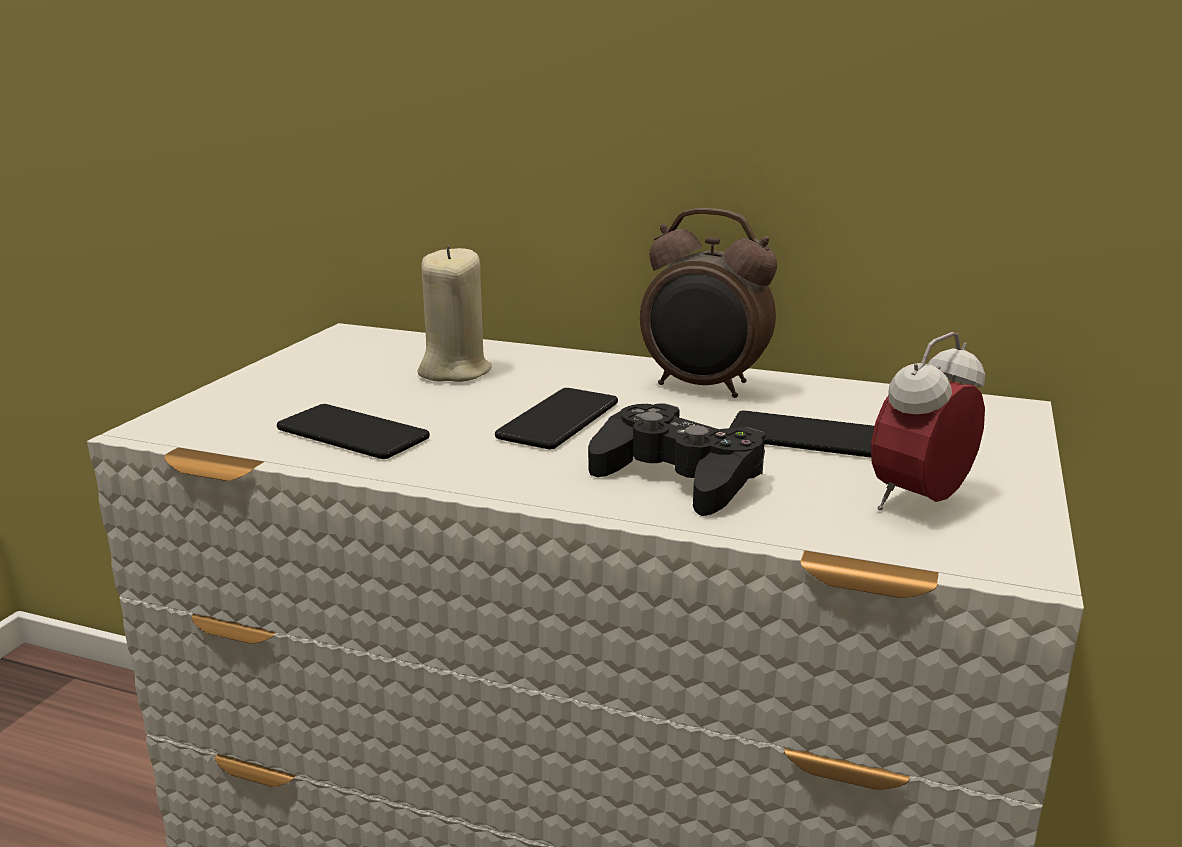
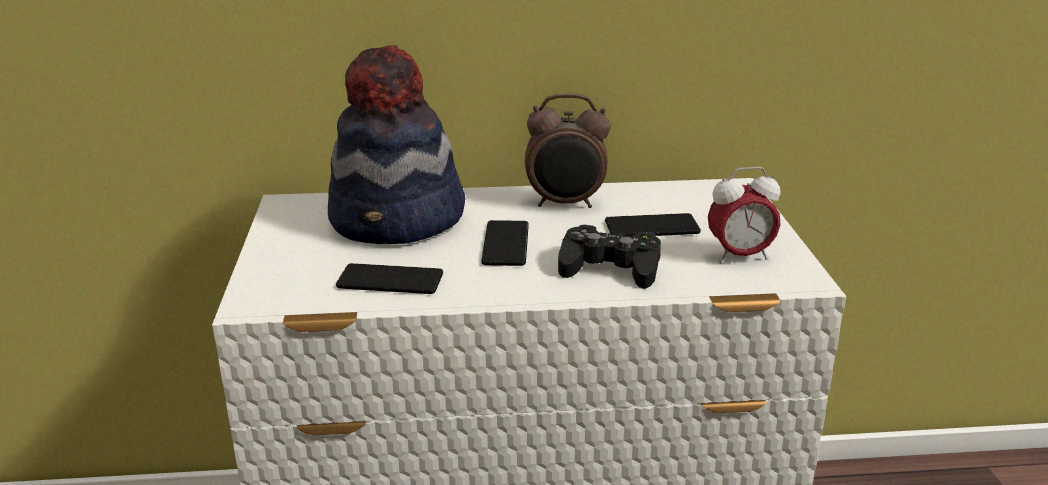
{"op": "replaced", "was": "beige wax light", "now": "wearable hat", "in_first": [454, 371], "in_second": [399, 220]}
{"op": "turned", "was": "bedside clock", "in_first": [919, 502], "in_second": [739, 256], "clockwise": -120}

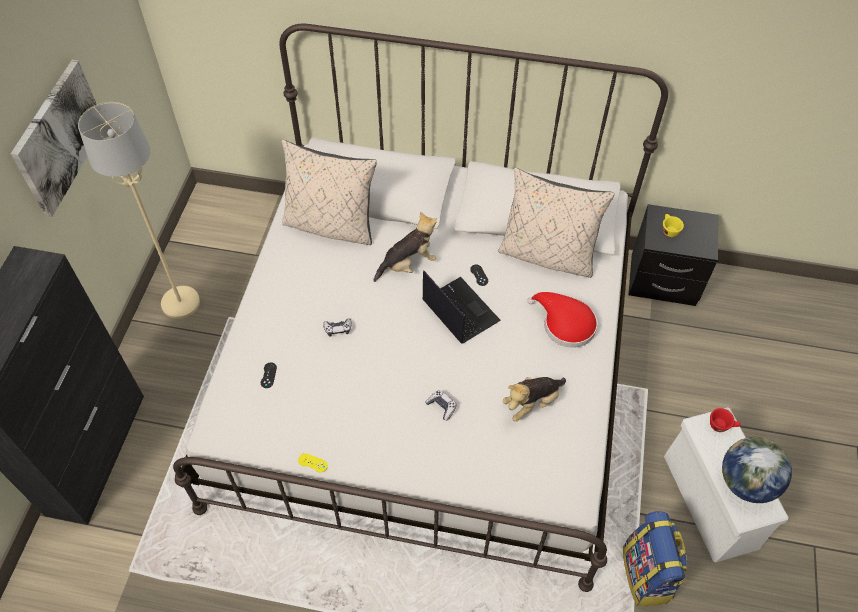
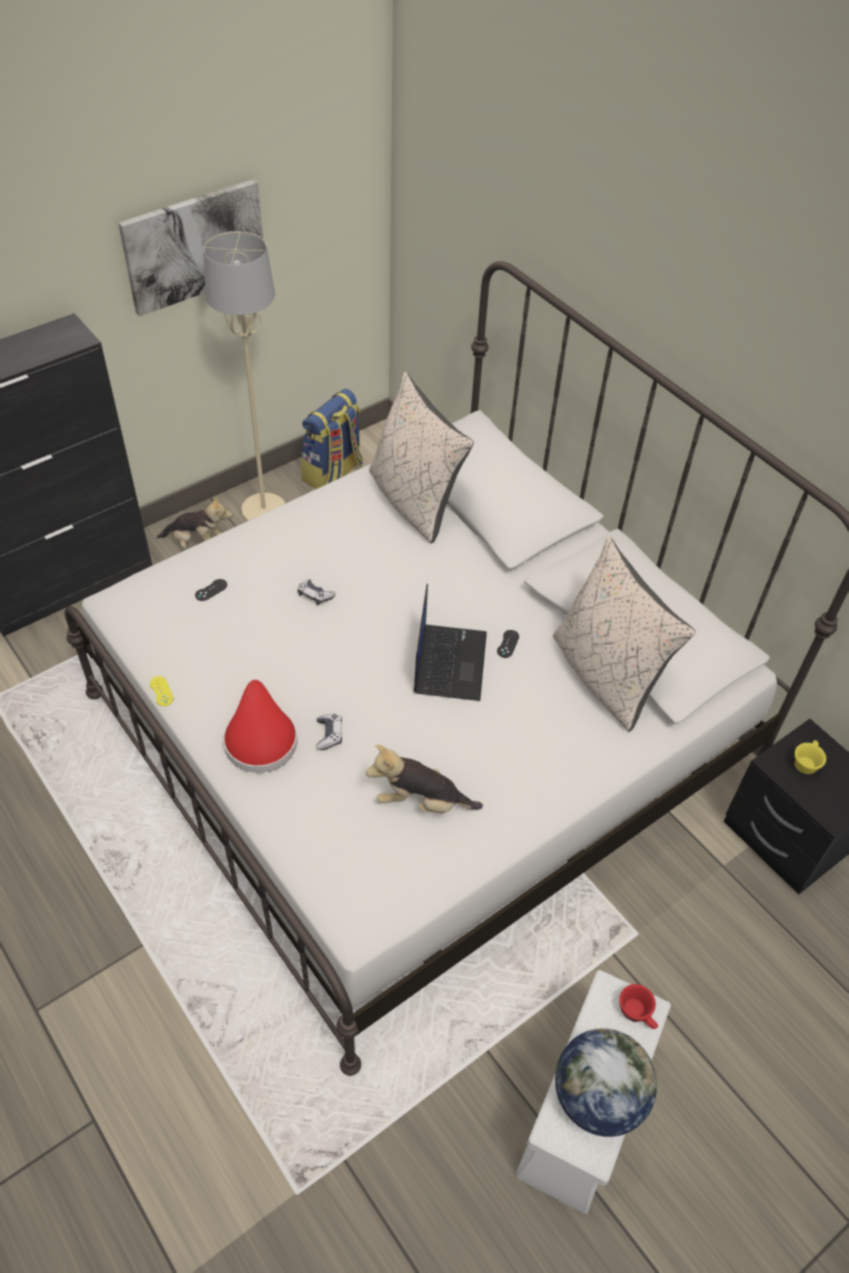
{"op": "moved", "was": "plush toy", "in_first": [408, 264], "in_second": [198, 543]}
{"op": "moved", "was": "reddish wearable hat", "in_first": [565, 324], "in_second": [260, 737]}
{"op": "moved", "was": "rucksack", "in_first": [647, 574], "in_second": [333, 473]}

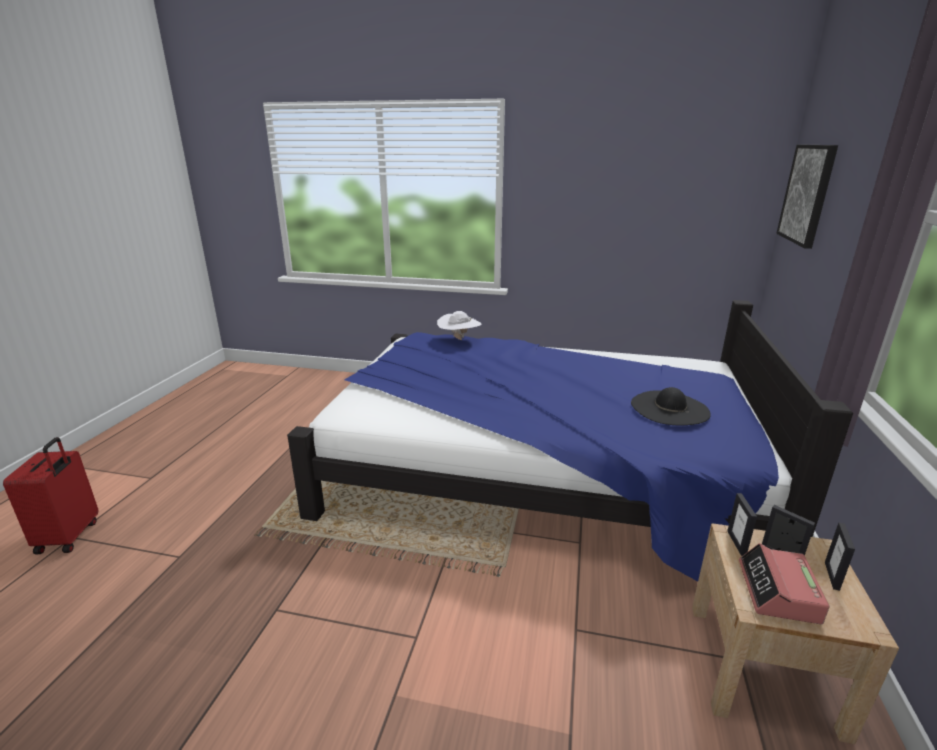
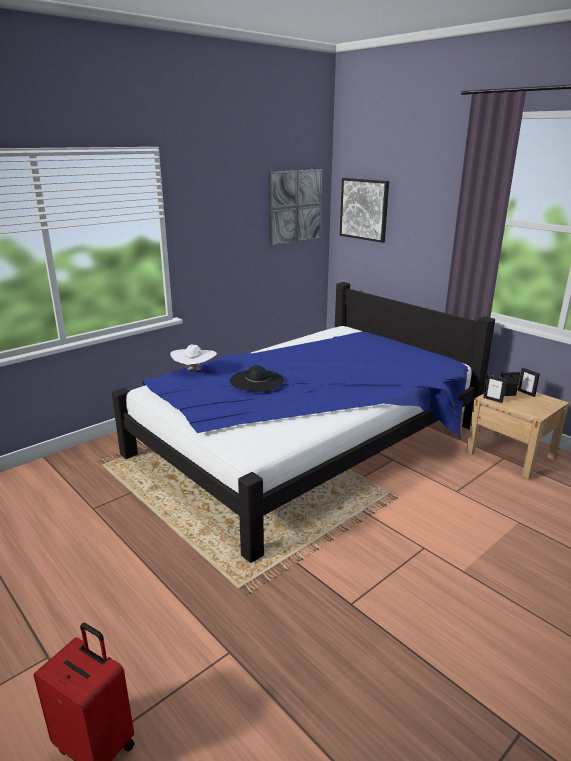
{"op": "moved", "was": "black wearable hat", "in_first": [669, 408], "in_second": [257, 380]}
{"op": "added", "now": "picture", "in_second": [295, 206]}
{"op": "removed", "was": "bedside clock", "in_first": [778, 592]}

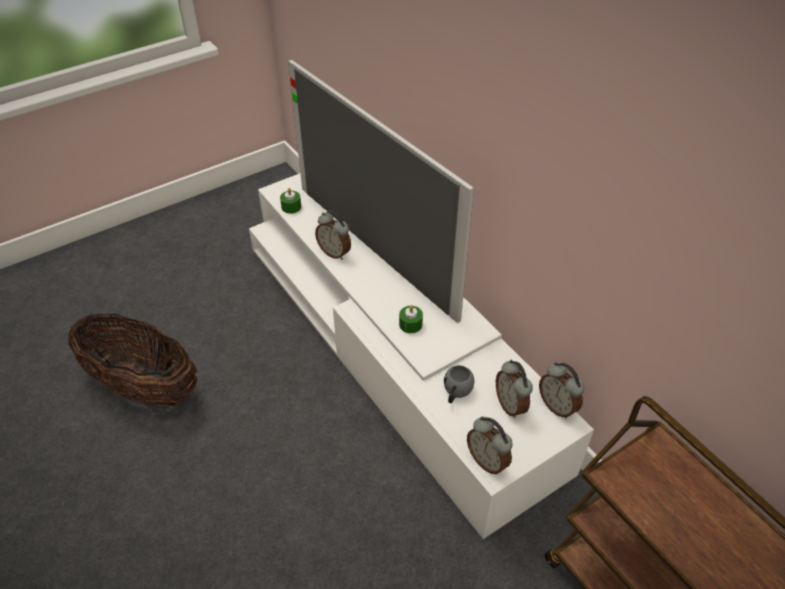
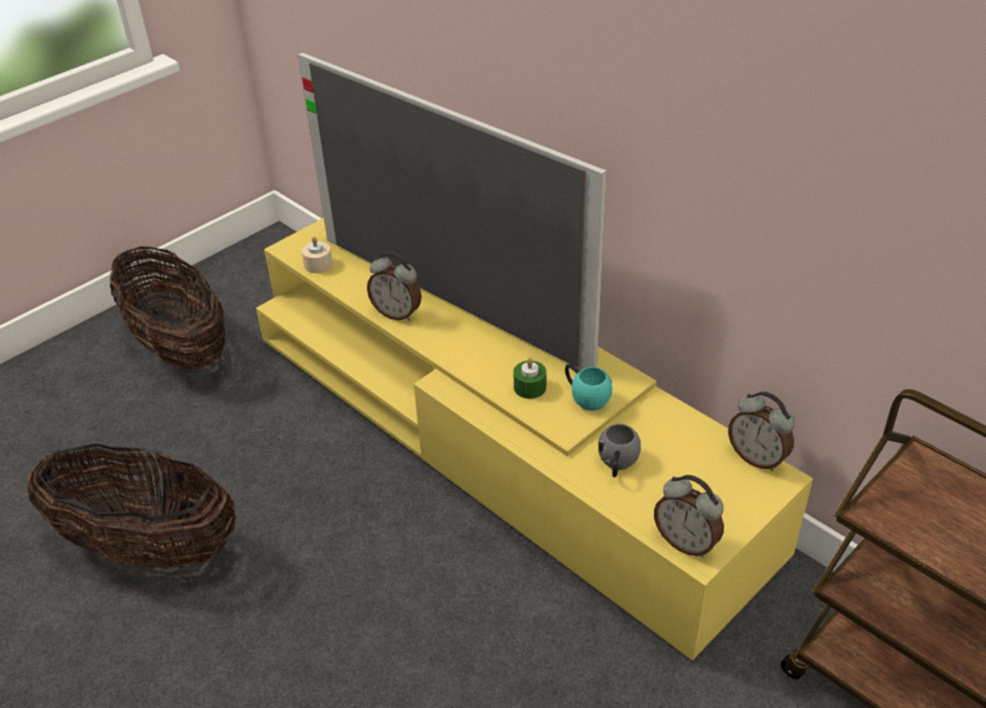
{"op": "added", "now": "household basket", "in_second": [180, 347]}
{"op": "recoloured", "was": "white-coloured tv stand", "now": "yellowish tv stand", "in_first": [392, 349], "in_second": [496, 438]}
{"op": "recoloured", "was": "green wax light", "now": "beige wax light", "in_first": [291, 207], "in_second": [318, 264]}
{"op": "added", "now": "turquoise mug", "in_second": [585, 397]}
{"op": "removed", "was": "bedside clock", "in_first": [511, 405]}

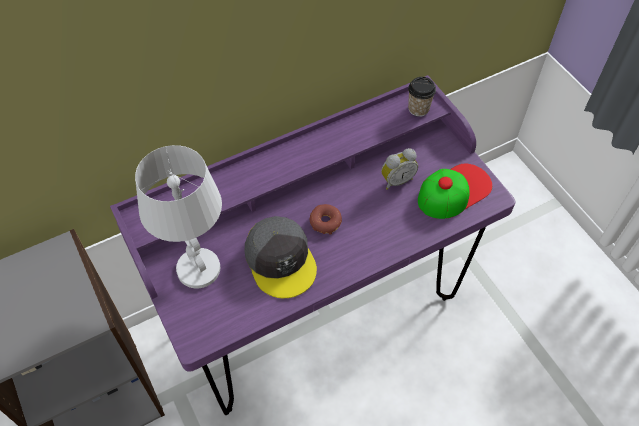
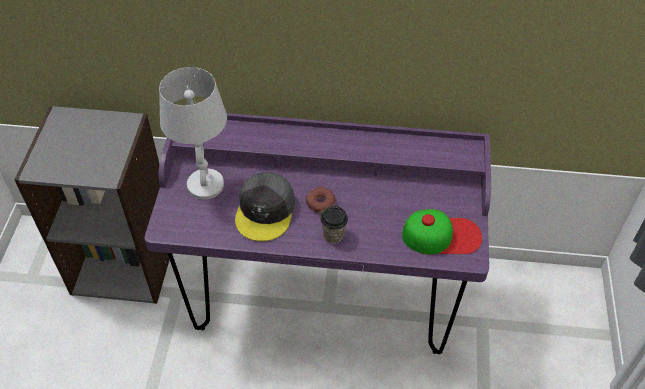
{"op": "moved", "was": "drinking cup", "in_first": [418, 109], "in_second": [333, 235]}
{"op": "removed", "was": "bedside clock", "in_first": [396, 180]}

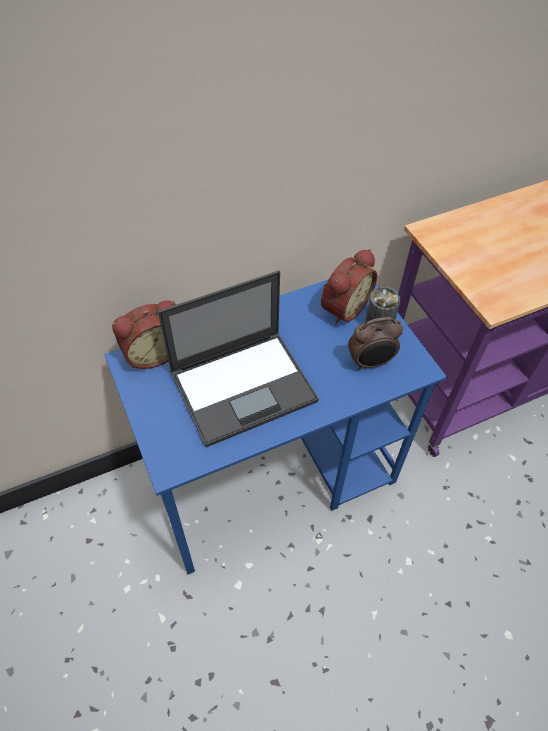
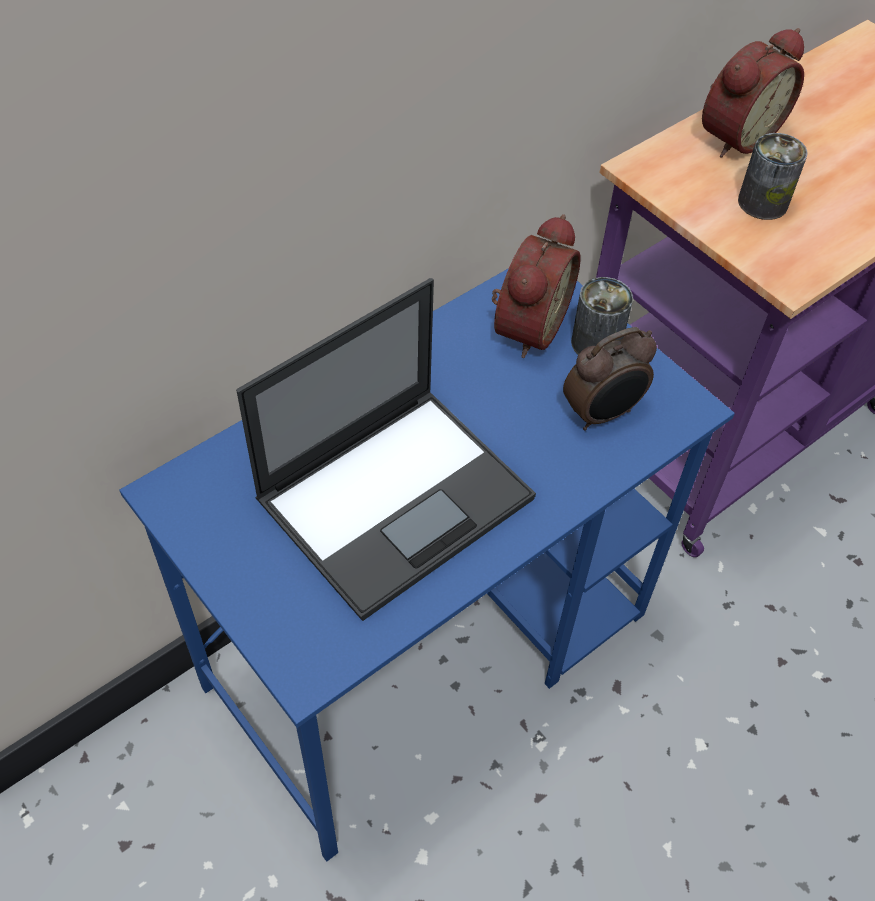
{"op": "moved", "was": "bedside clock", "in_first": [153, 352], "in_second": [735, 135]}
{"op": "added", "now": "sealed can", "in_second": [762, 202]}

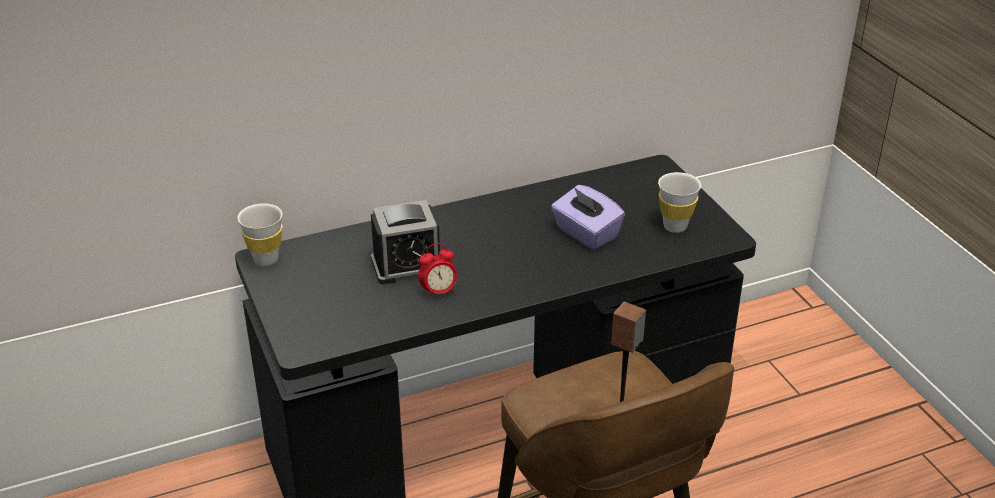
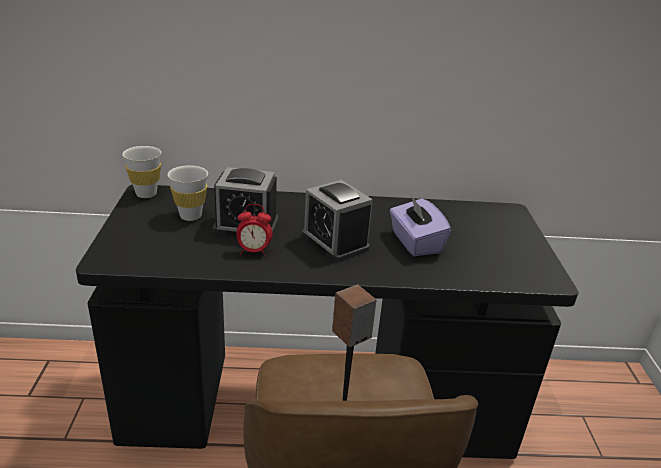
{"op": "moved", "was": "white-coloured drinking cup", "in_first": [675, 226], "in_second": [190, 216]}
{"op": "added", "now": "bedside clock", "in_second": [335, 242]}

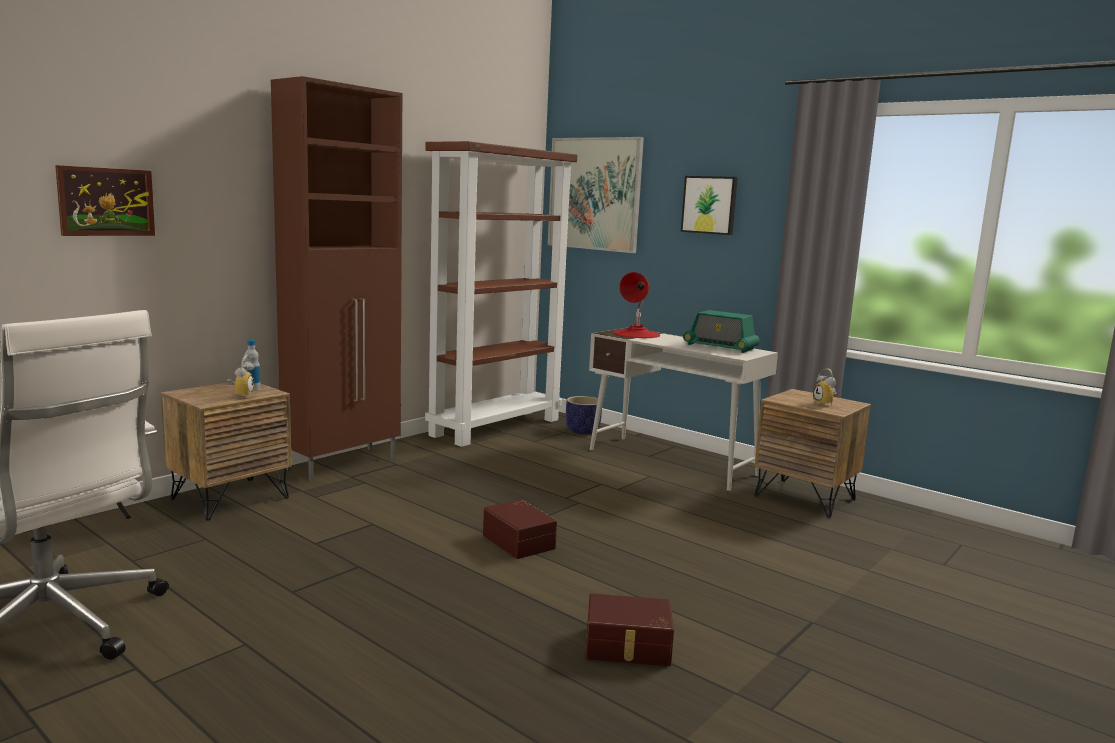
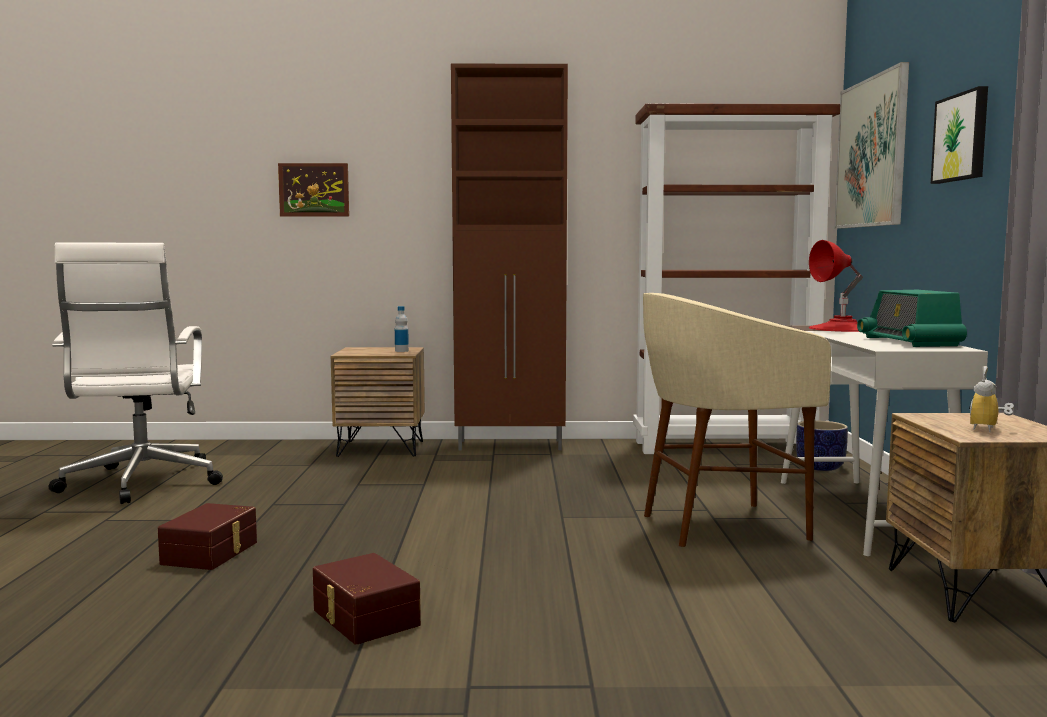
{"op": "moved", "was": "brownish storage bin", "in_first": [520, 541], "in_second": [212, 553]}
{"op": "added", "now": "beige stool seat", "in_second": [722, 526]}
{"op": "removed", "was": "bedside clock", "in_first": [241, 395]}

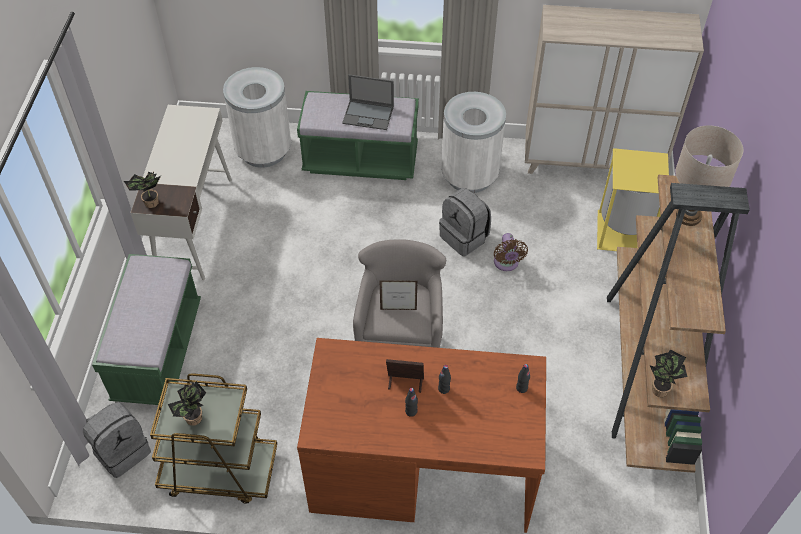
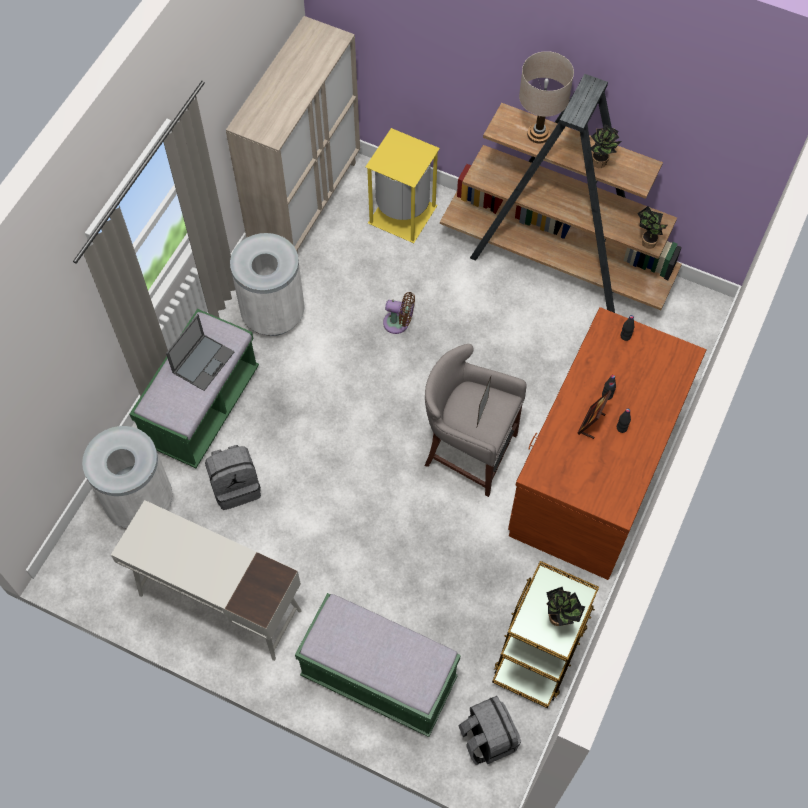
{"op": "moved", "was": "grey rucksack", "in_first": [464, 237], "in_second": [236, 486]}
{"op": "moved", "was": "potted plant", "in_first": [149, 204], "in_second": [600, 164]}

